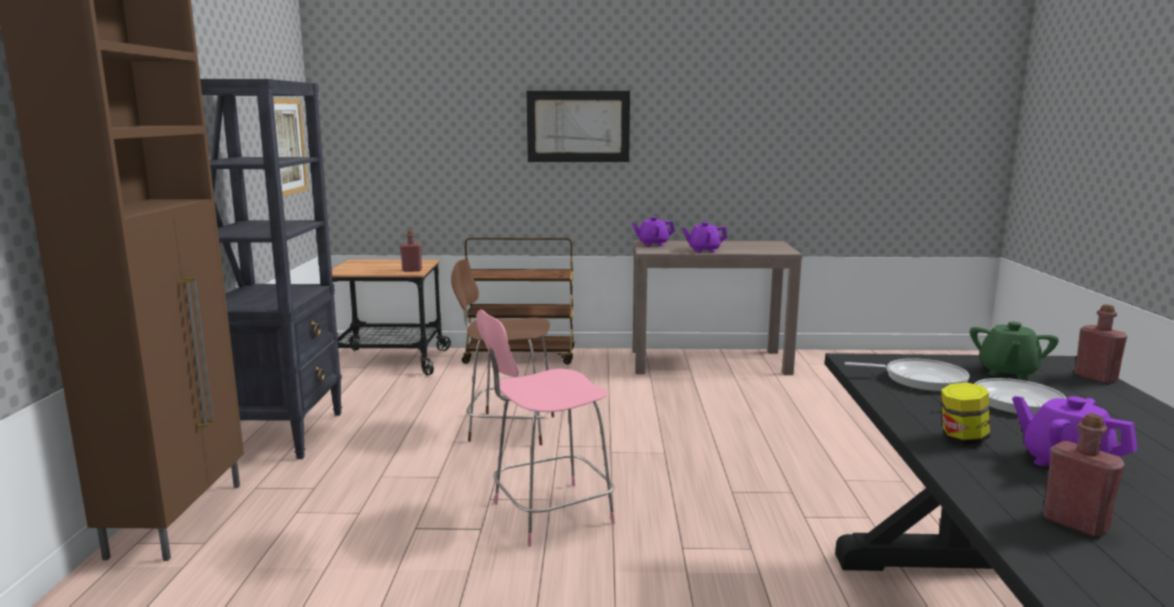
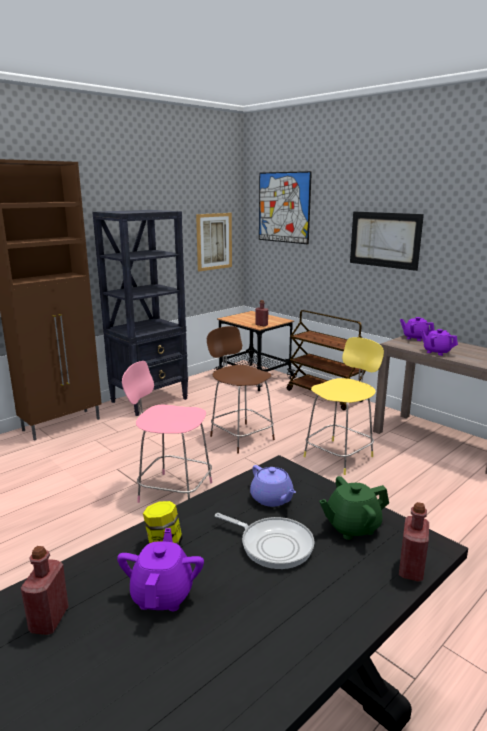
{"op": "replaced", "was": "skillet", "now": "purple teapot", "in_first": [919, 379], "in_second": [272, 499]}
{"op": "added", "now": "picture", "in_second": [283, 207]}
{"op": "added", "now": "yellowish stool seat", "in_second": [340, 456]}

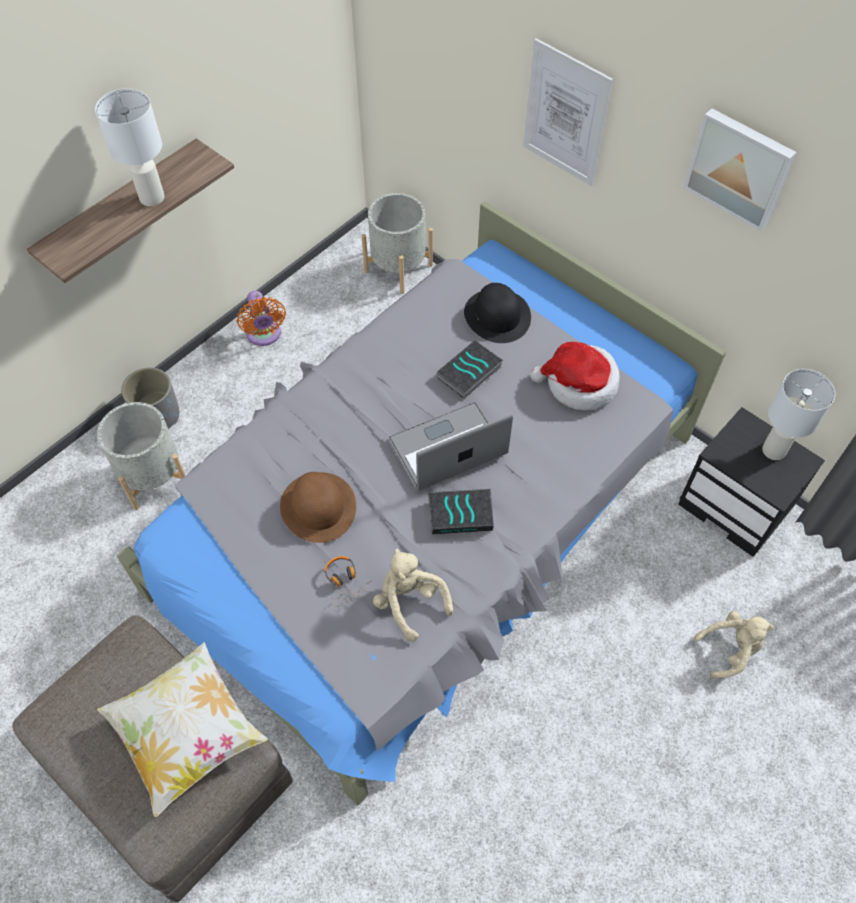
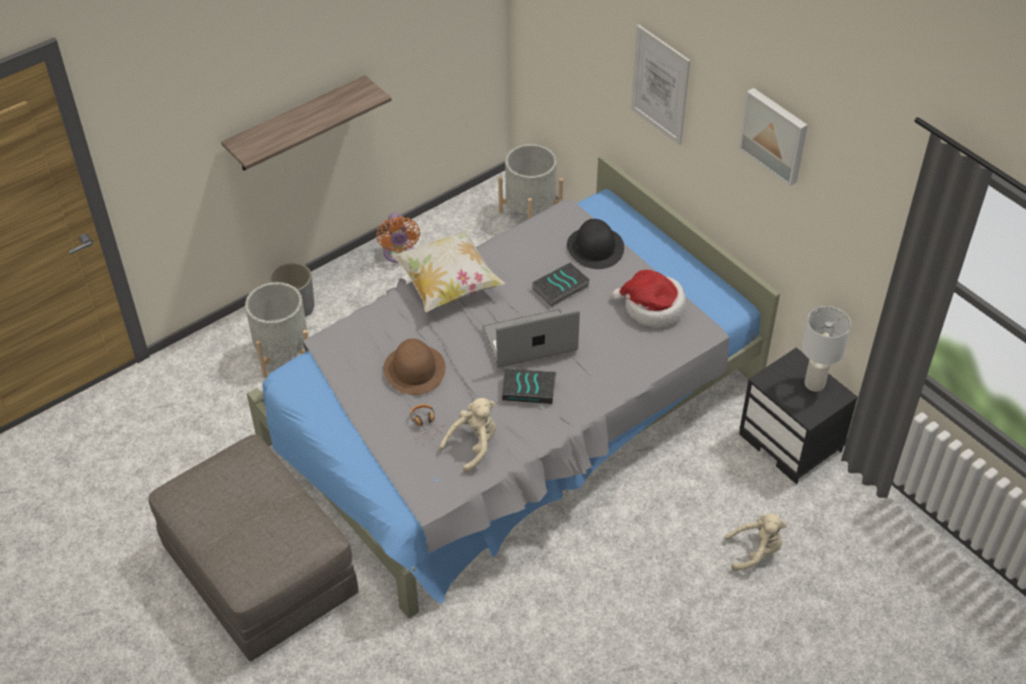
{"op": "moved", "was": "throw pillow", "in_first": [188, 734], "in_second": [448, 285]}
{"op": "turned", "was": "beige plush toy", "in_first": [409, 602], "in_second": [473, 446], "clockwise": 75}
{"op": "removed", "was": "white-coloured table lamp", "in_first": [152, 198]}

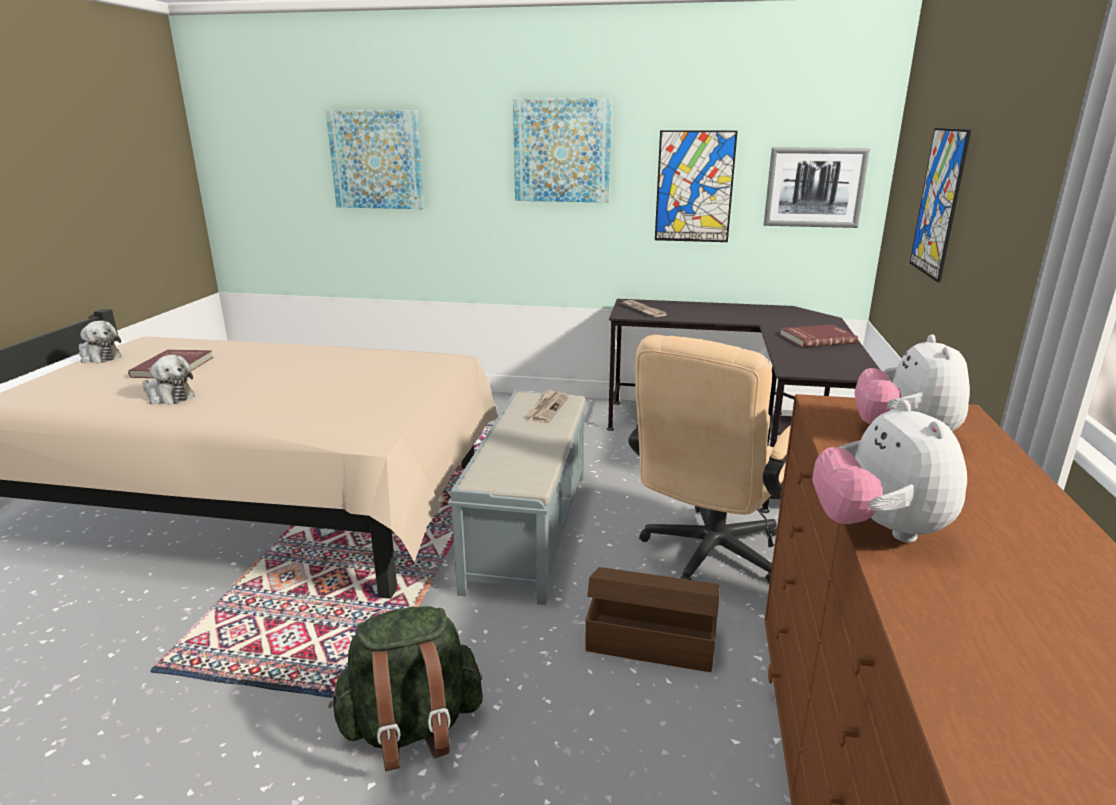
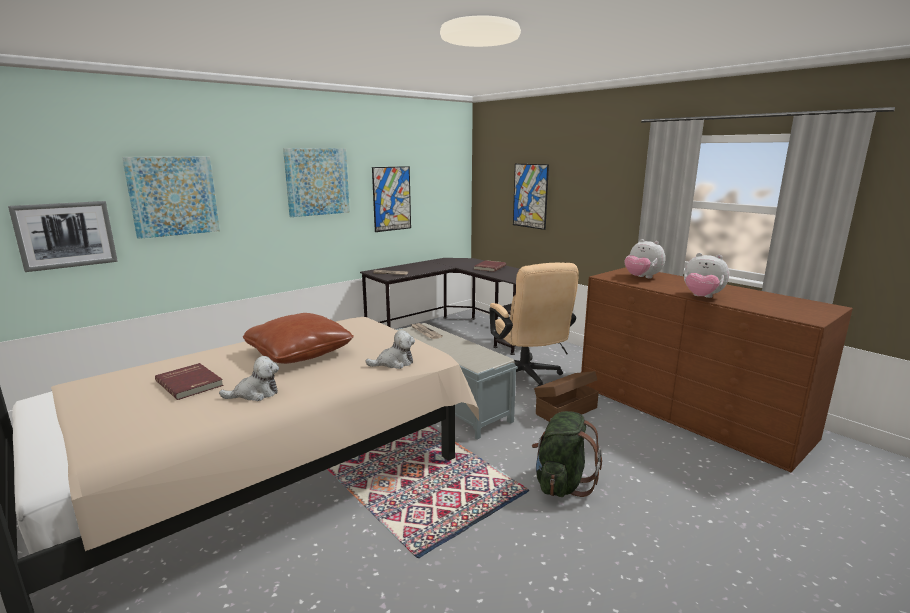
{"op": "moved", "was": "picture", "in_first": [814, 187], "in_second": [66, 235]}
{"op": "added", "now": "brownish throw pillow", "in_second": [299, 353]}
{"op": "moved", "was": "plush toy", "in_first": [99, 357], "in_second": [394, 363]}

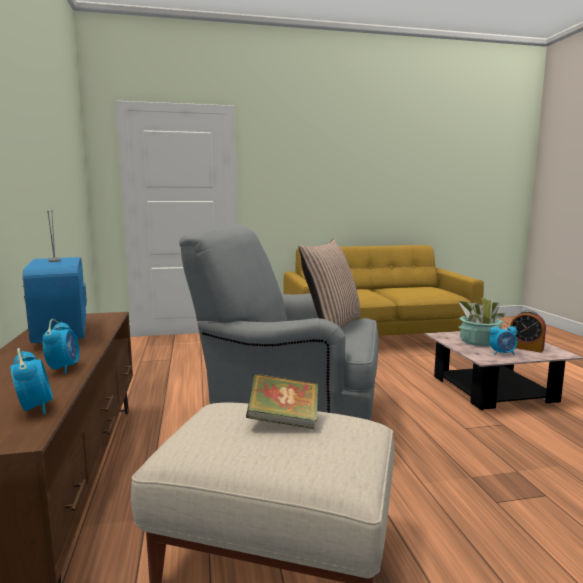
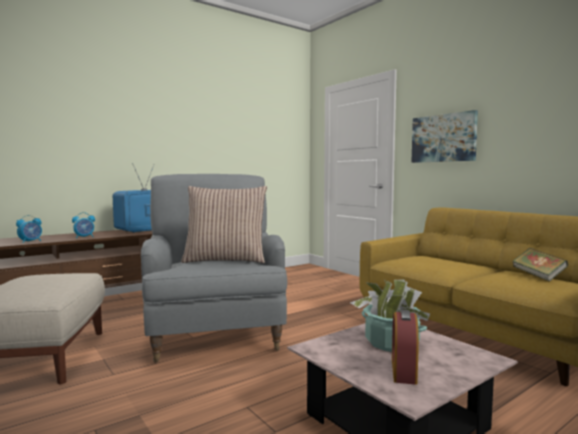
{"op": "added", "now": "picture", "in_second": [443, 138]}
{"op": "moved", "was": "bound book", "in_first": [283, 421], "in_second": [538, 276]}
{"op": "removed", "was": "bedside clock", "in_first": [502, 353]}

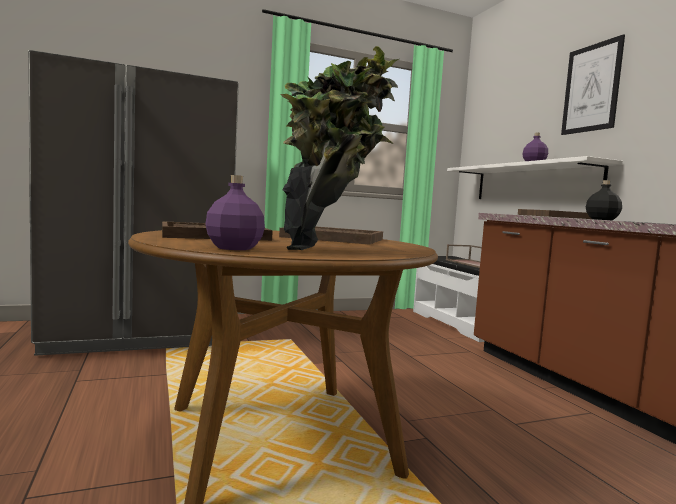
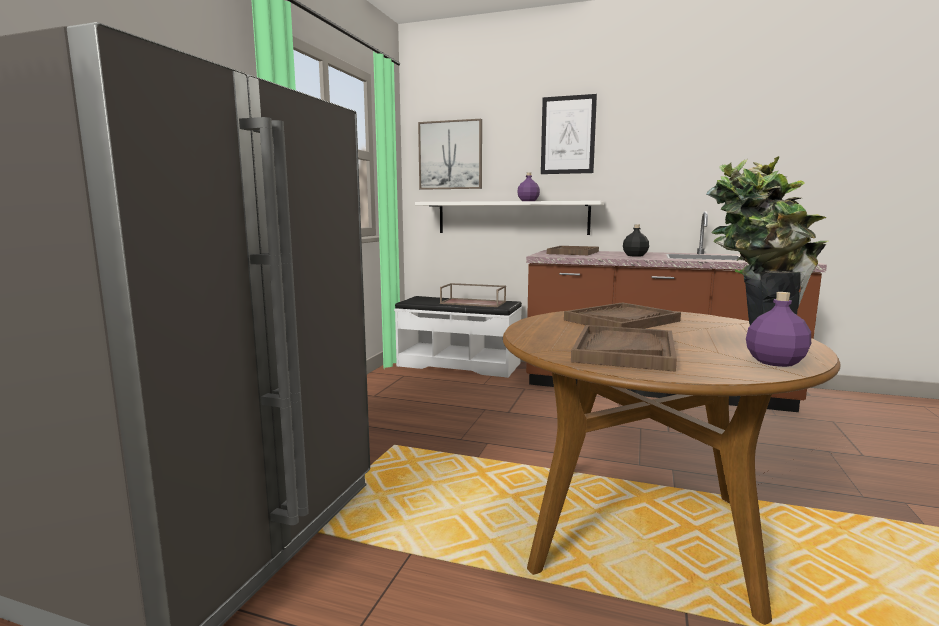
{"op": "added", "now": "picture", "in_second": [450, 155]}

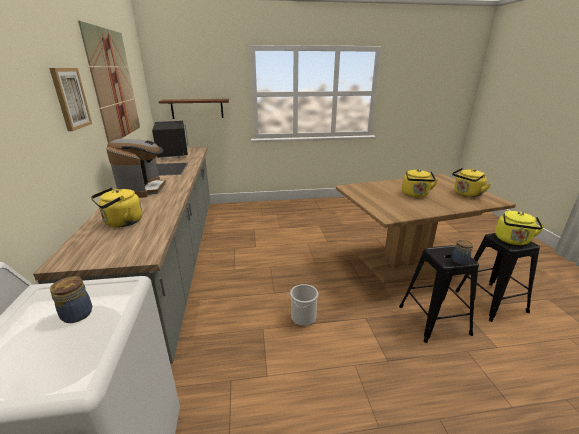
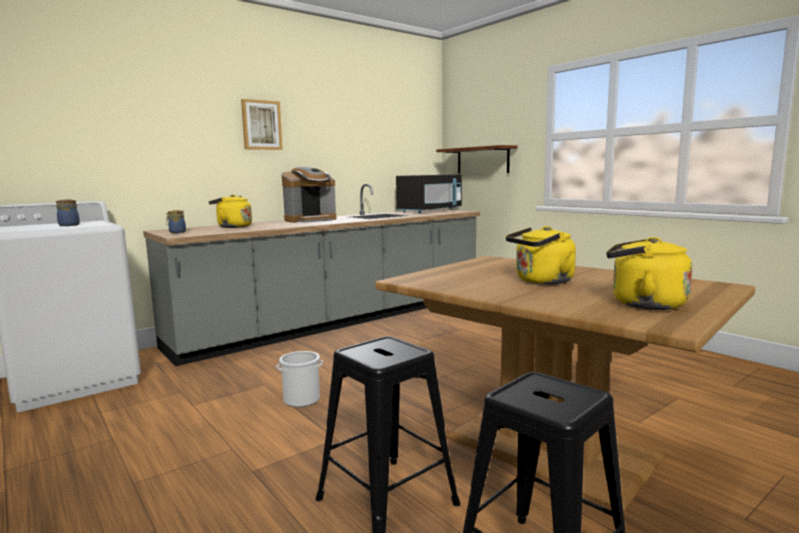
{"op": "moved", "was": "storage jar", "in_first": [460, 261], "in_second": [176, 232]}
{"op": "removed", "was": "picture", "in_first": [114, 85]}
{"op": "removed", "was": "yellowish kettle", "in_first": [512, 241]}

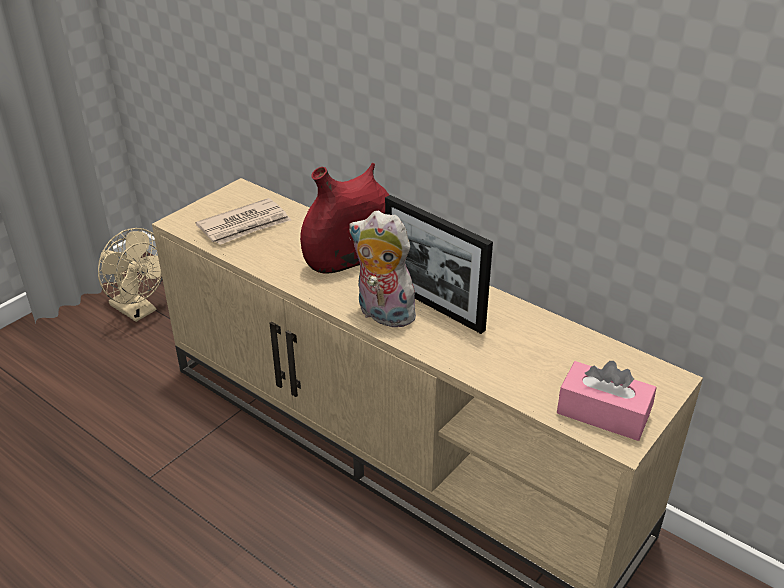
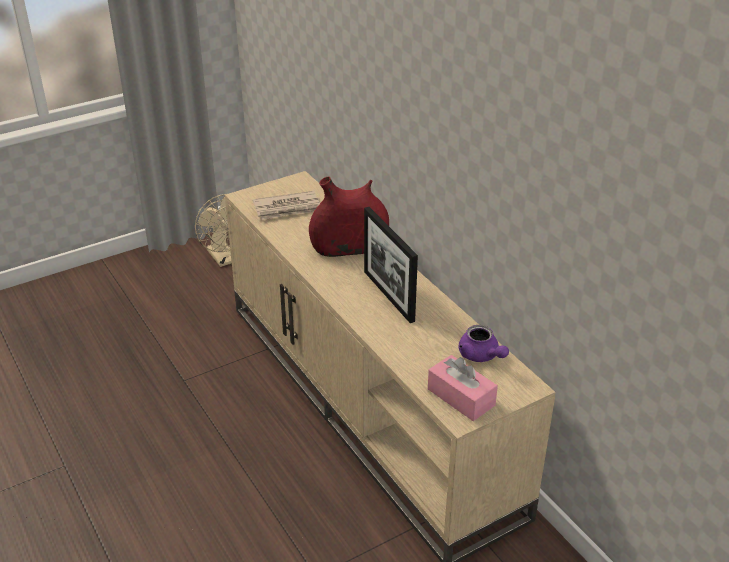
{"op": "added", "now": "purple teapot", "in_second": [481, 356]}
{"op": "removed", "was": "plush toy", "in_first": [382, 315]}

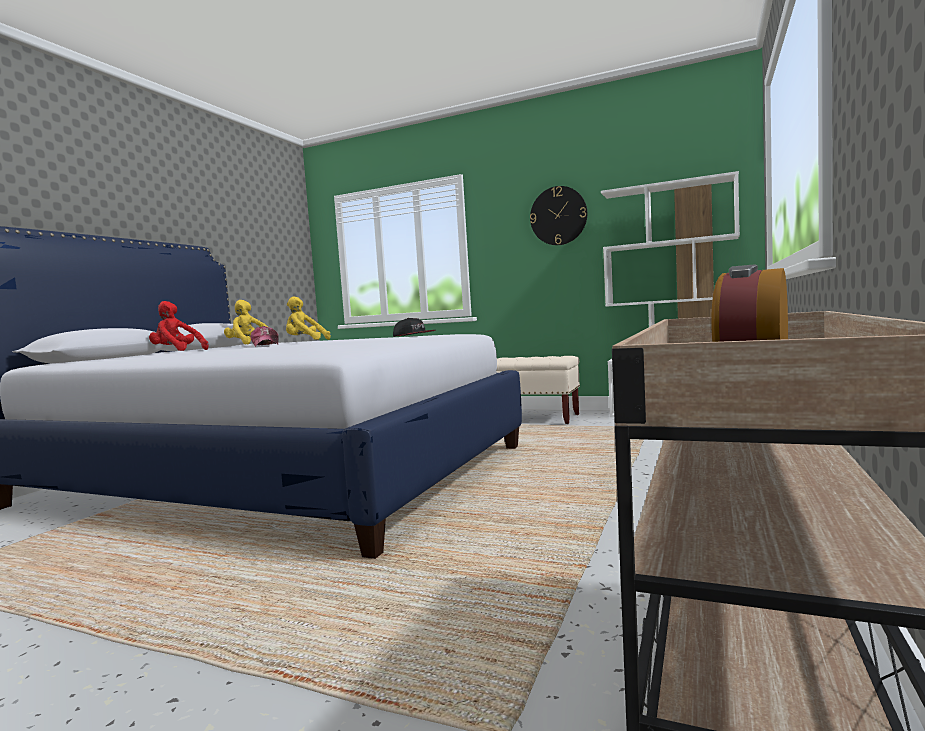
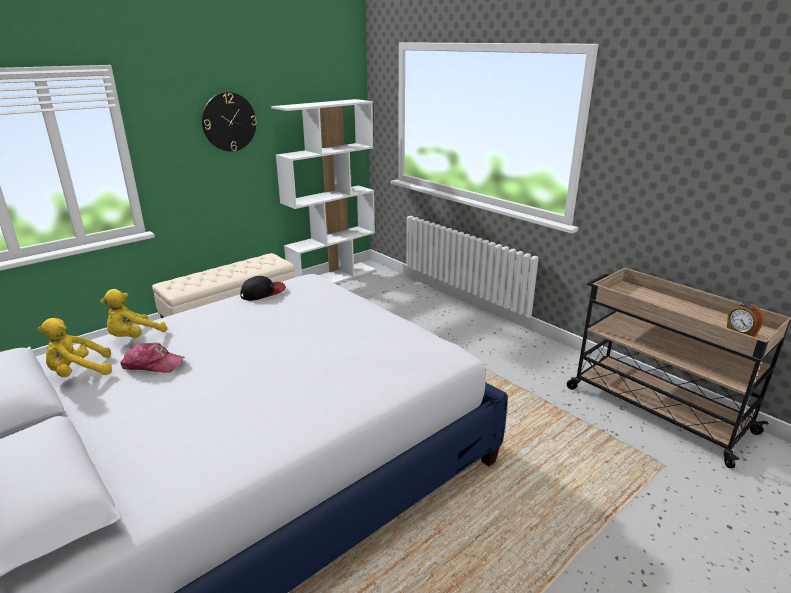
{"op": "removed", "was": "reddish plush toy", "in_first": [176, 352]}

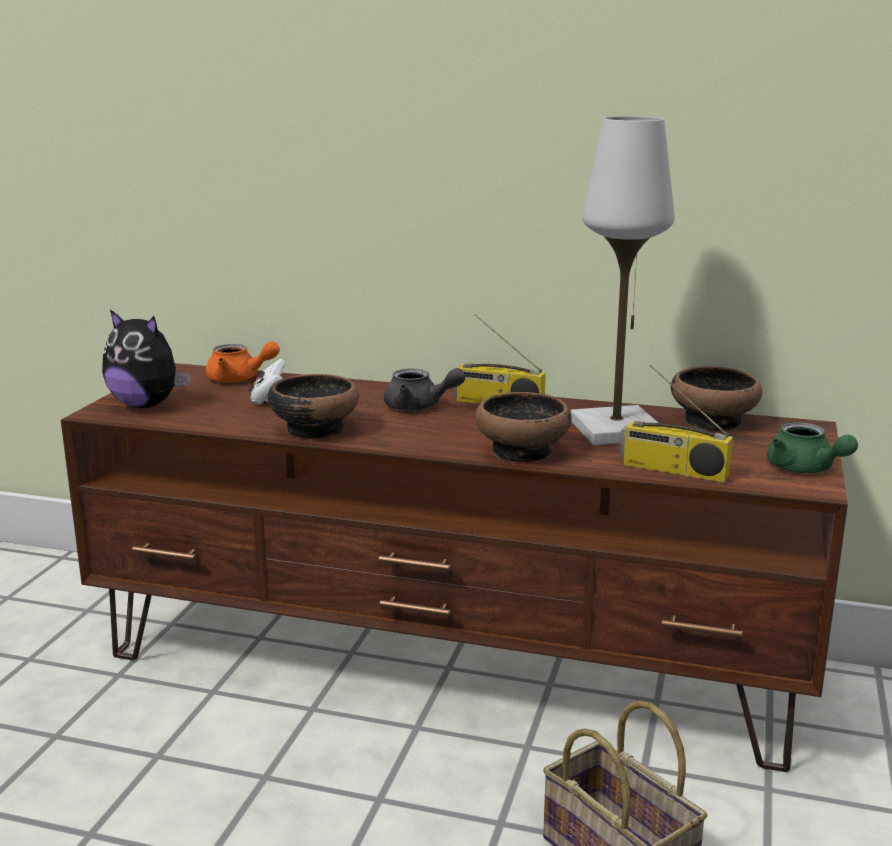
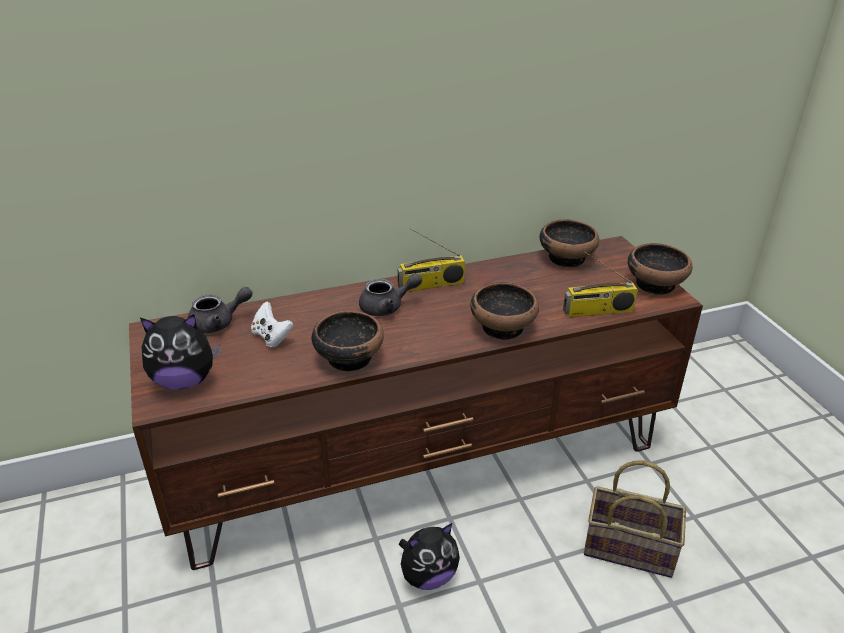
{"op": "recoloured", "was": "orangey teapot", "now": "grey teapot", "in_first": [239, 379], "in_second": [219, 323]}
{"op": "added", "now": "plush toy", "in_second": [428, 576]}
{"op": "replaced", "was": "green teapot", "now": "deep dish", "in_first": [805, 469], "in_second": [655, 284]}
{"op": "removed", "was": "white-coloured table lamp", "in_first": [616, 430]}

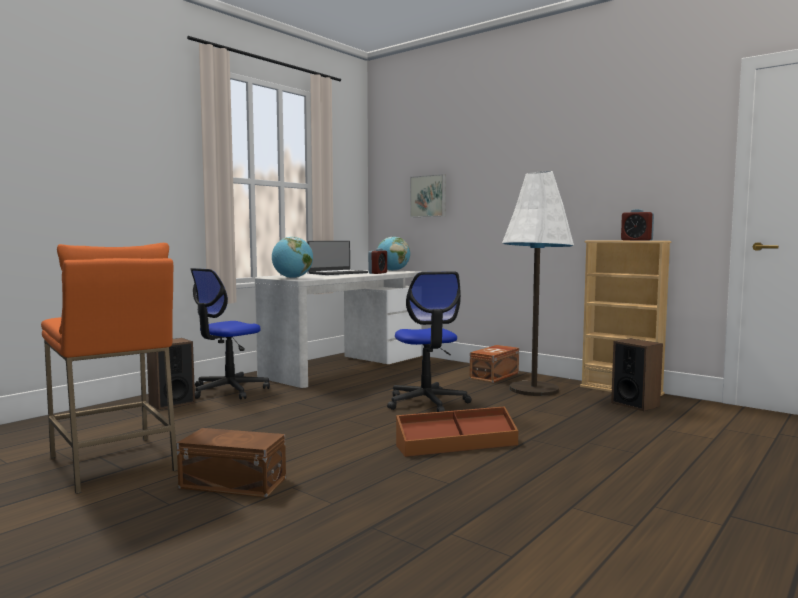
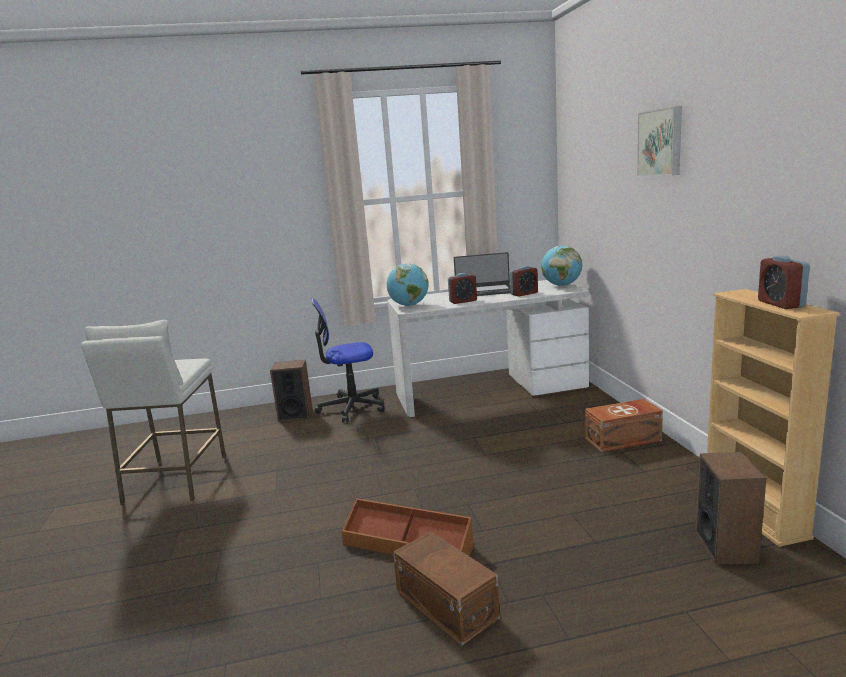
{"op": "recoloured", "was": "orangey stool seat", "now": "white-coloured stool seat", "in_first": [114, 464], "in_second": [175, 479]}
{"op": "moved", "was": "brownish storage bin", "in_first": [232, 482], "in_second": [446, 603]}
{"op": "added", "now": "bedside clock", "in_second": [463, 301]}
{"op": "moved", "was": "picture", "in_first": [429, 196], "in_second": [661, 142]}
{"op": "removed", "was": "computer chair", "in_first": [427, 402]}
{"op": "removed", "was": "white-coloured floor lamp", "in_first": [533, 389]}

